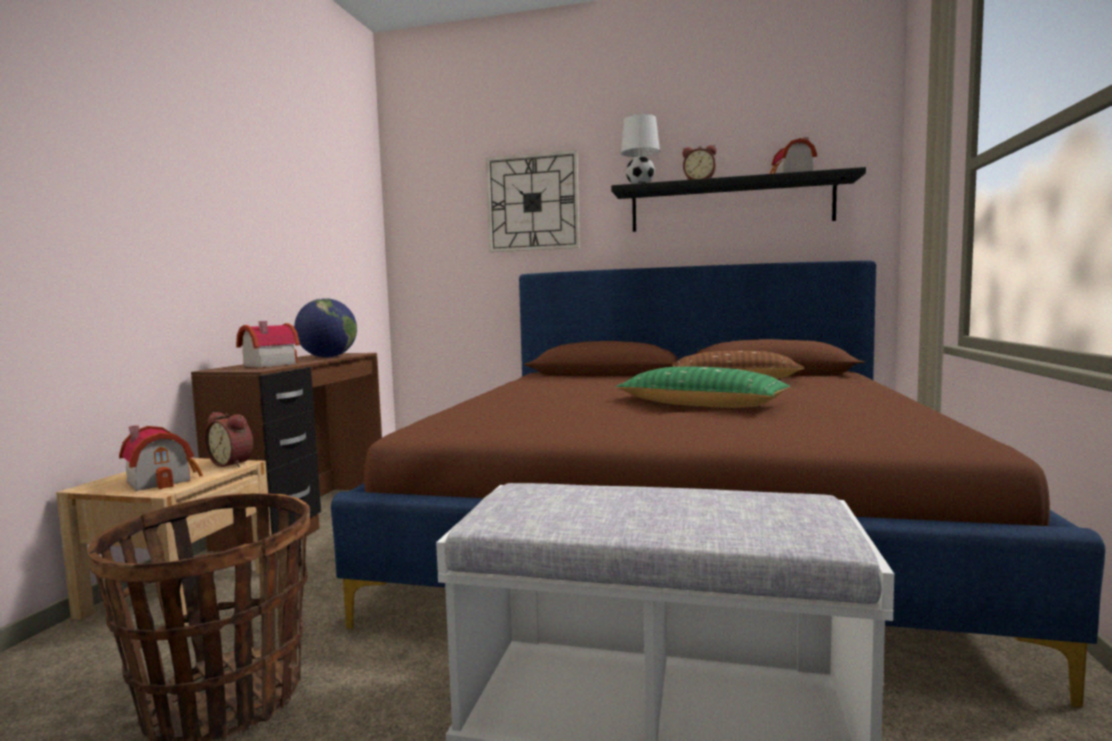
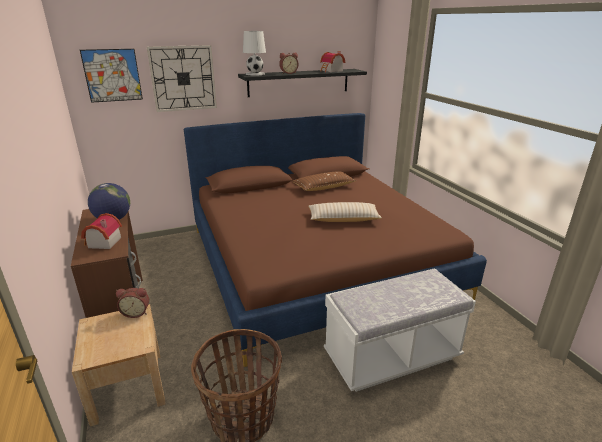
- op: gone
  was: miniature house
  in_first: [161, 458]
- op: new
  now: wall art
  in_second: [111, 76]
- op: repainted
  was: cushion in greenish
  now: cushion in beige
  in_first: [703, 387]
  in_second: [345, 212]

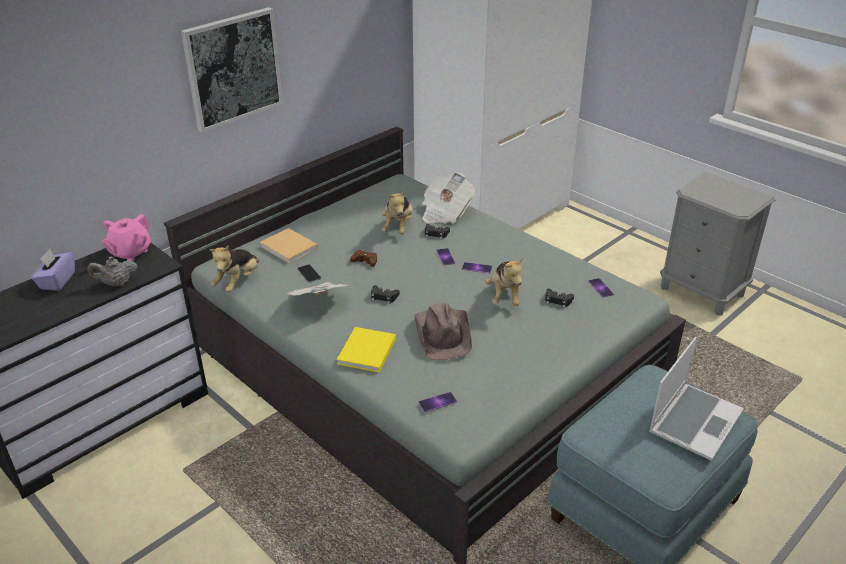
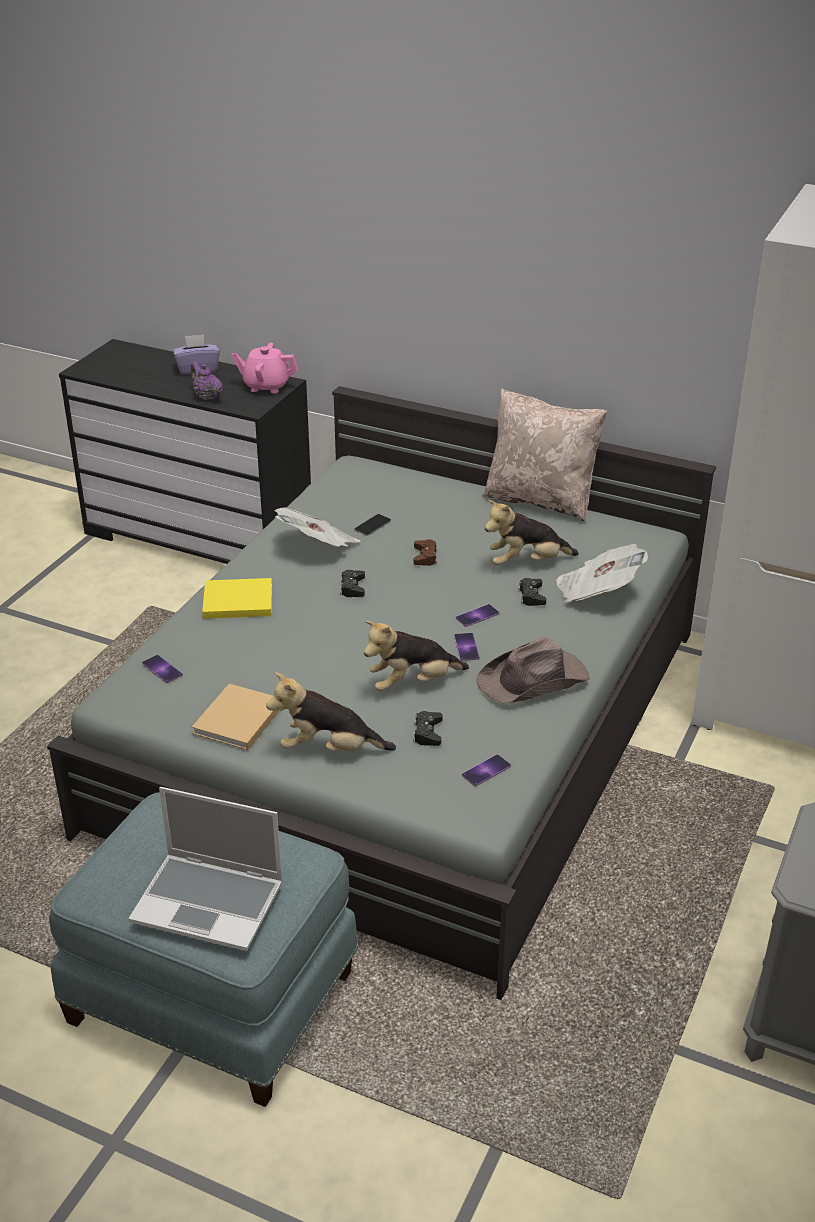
- op: gone
  was: wall art
  in_first: [232, 69]
- op: new
  now: cushion in beige
  in_second: [544, 455]
- op: shifted
  was: soft toy
  in_first: [234, 269]
  in_second: [331, 711]
- op: shifted
  was: volume in beige
  in_first: [289, 246]
  in_second: [235, 717]
- op: shifted
  was: clothing hat in brownish
  in_first: [443, 331]
  in_second: [532, 670]
- op: repainted
  was: tea pot in gray
  now: tea pot in purplish
  in_first: [112, 272]
  in_second: [207, 380]

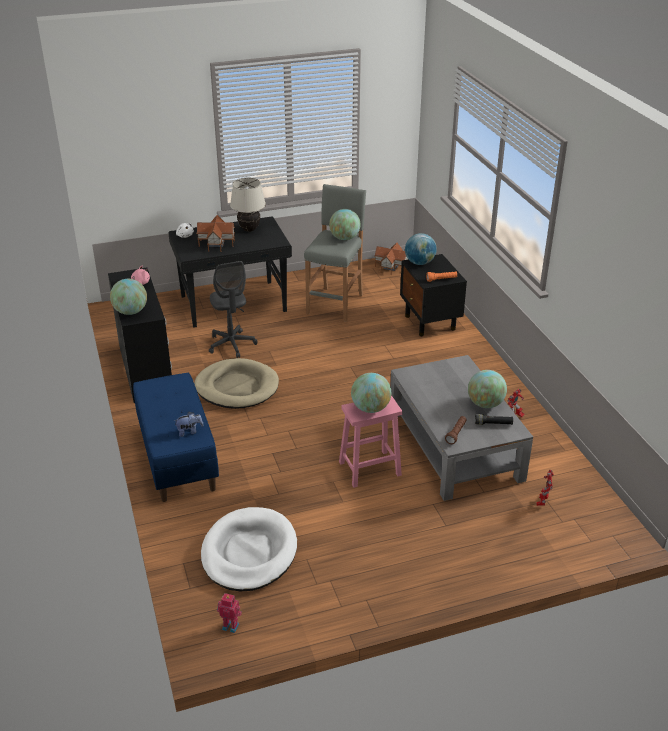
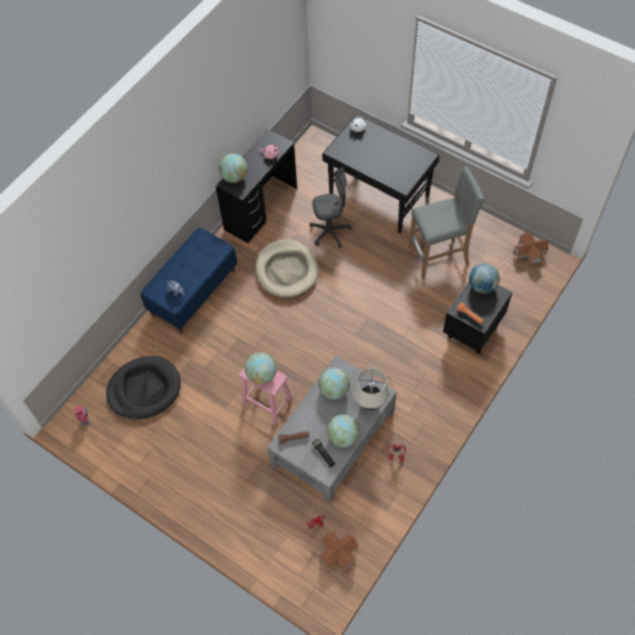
- op: shifted
  was: miniature house
  in_first: [215, 233]
  in_second: [338, 552]
- op: shifted
  was: lamp for a table in beige
  in_first: [248, 205]
  in_second: [371, 389]
- op: shifted
  was: desk globe
  in_first: [344, 224]
  in_second: [334, 384]
- op: repainted
  was: dog cushion in whitish
  now: dog cushion in black
  in_first: [249, 549]
  in_second: [143, 387]
- op: rotated
  was: computer chair in gray
  in_first: [233, 309]
  in_second: [331, 207]
  clockwise: -135

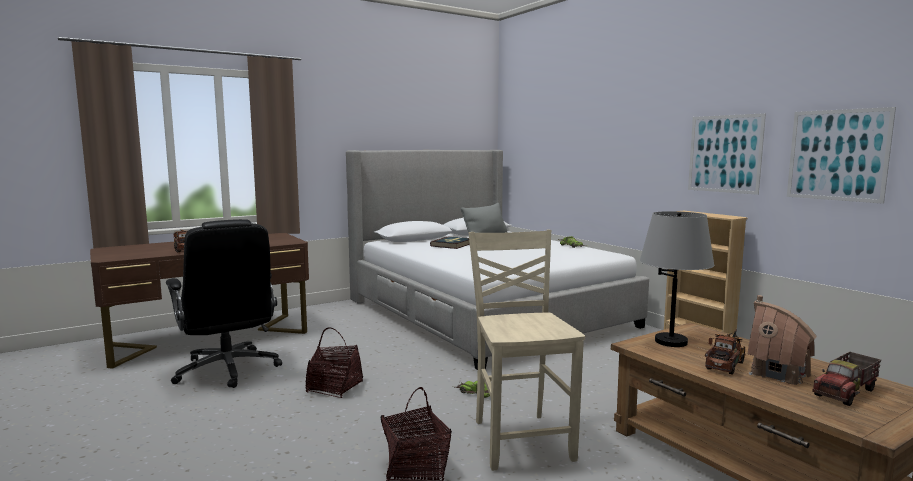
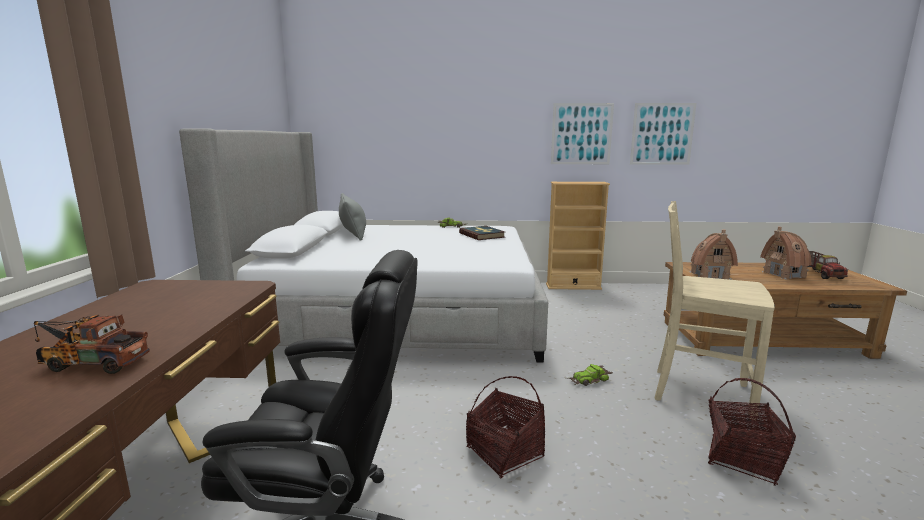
- op: gone
  was: toy lorry
  in_first: [725, 352]
- op: shifted
  was: volume
  in_first: [450, 242]
  in_second: [482, 233]
- op: swapped
  was: lamp for a table in gray
  now: miniature house
  in_first: [677, 279]
  in_second: [714, 255]

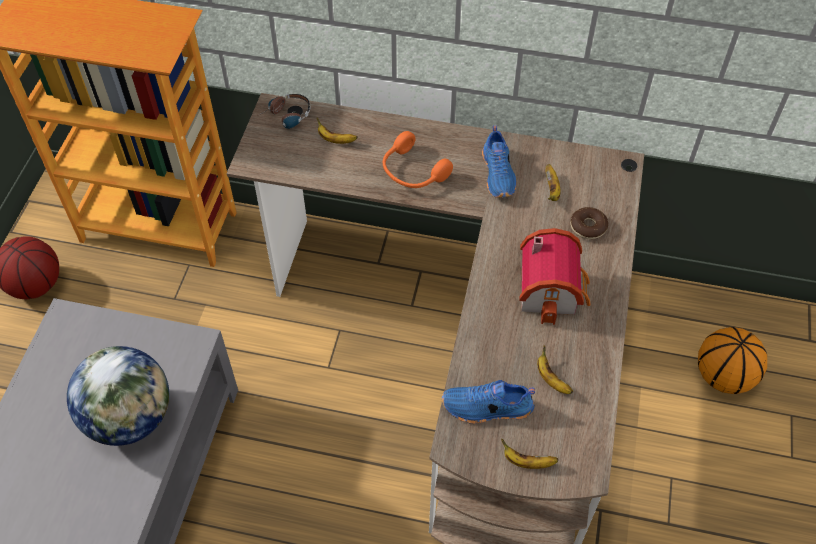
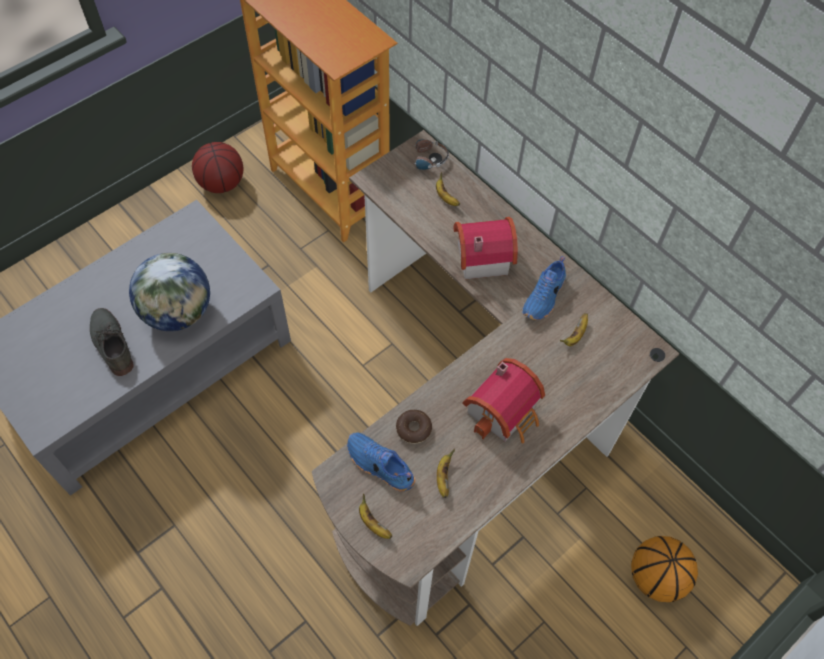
- op: new
  now: shoe in gray
  in_second: [112, 342]
- op: shifted
  was: ring doughnut
  in_first: [589, 223]
  in_second: [414, 427]
- op: swapped
  was: headphones in orange-coloured
  now: miniature house
  in_first: [418, 159]
  in_second: [485, 248]

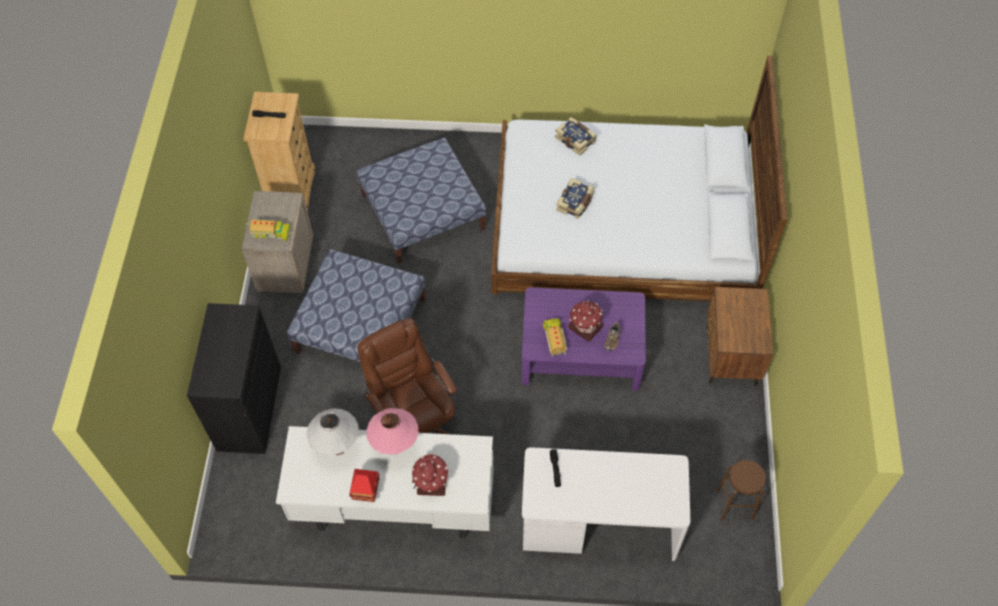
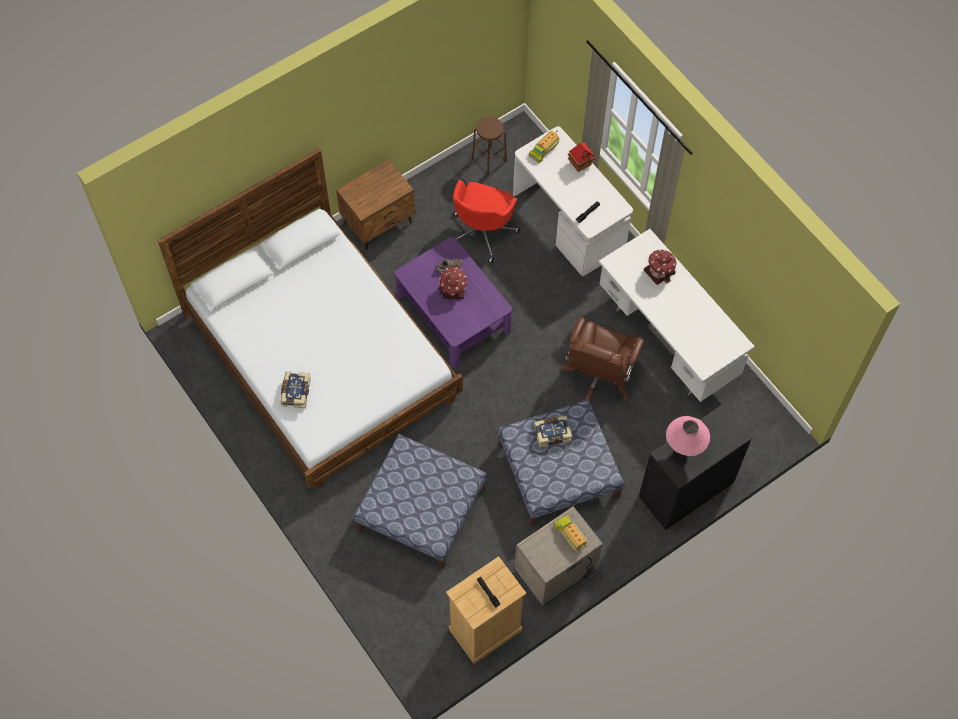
- op: gone
  was: lamp for a table in whitish
  in_first: [333, 432]
- op: new
  now: computer chair in red
  in_second: [486, 221]
- op: shifted
  was: miniature house
  in_first: [364, 485]
  in_second: [581, 157]
- op: shifted
  was: lamp for a table in pink
  in_first: [392, 431]
  in_second: [688, 436]
- op: shifted
  was: toy lorry
  in_first: [554, 337]
  in_second: [544, 146]
- op: shifted
  was: volume
  in_first: [575, 198]
  in_second: [553, 432]

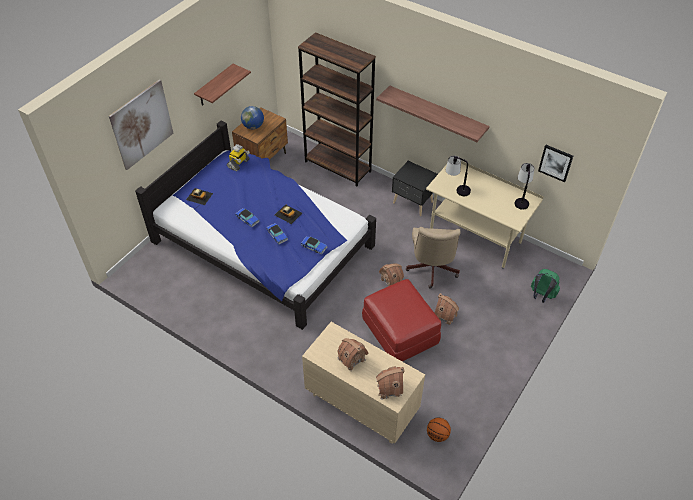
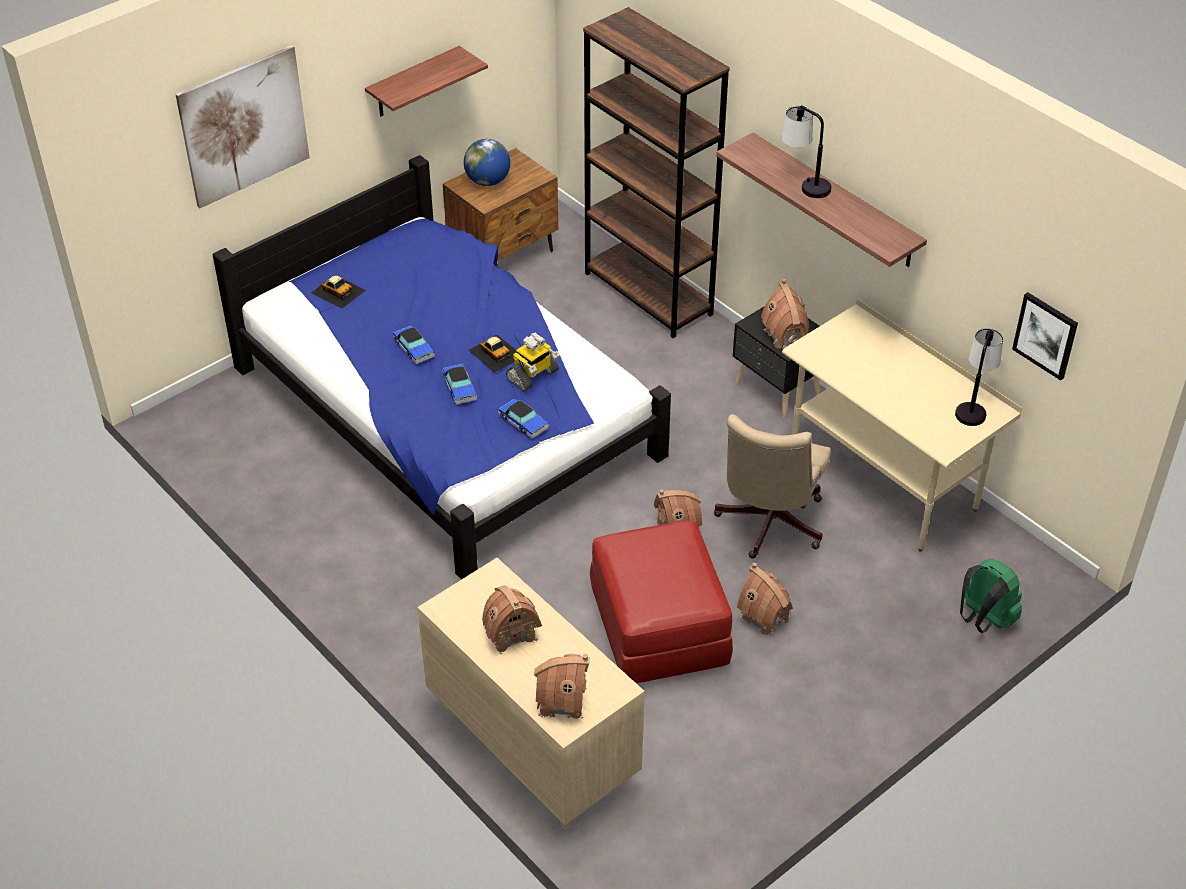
- op: gone
  was: basketball
  in_first: [439, 430]
- op: new
  now: miniature house
  in_second: [785, 314]
- op: shifted
  was: robot figure
  in_first: [238, 157]
  in_second: [533, 362]
- op: shifted
  was: lamp for a table
  in_first: [458, 176]
  in_second: [806, 151]

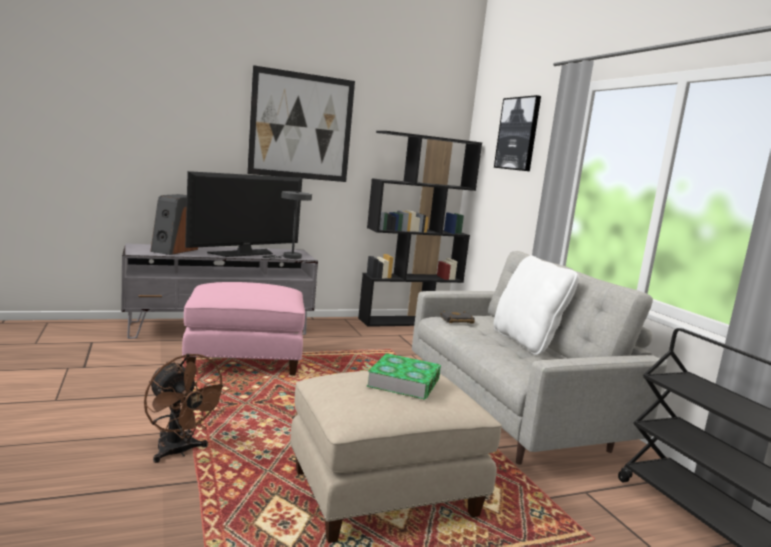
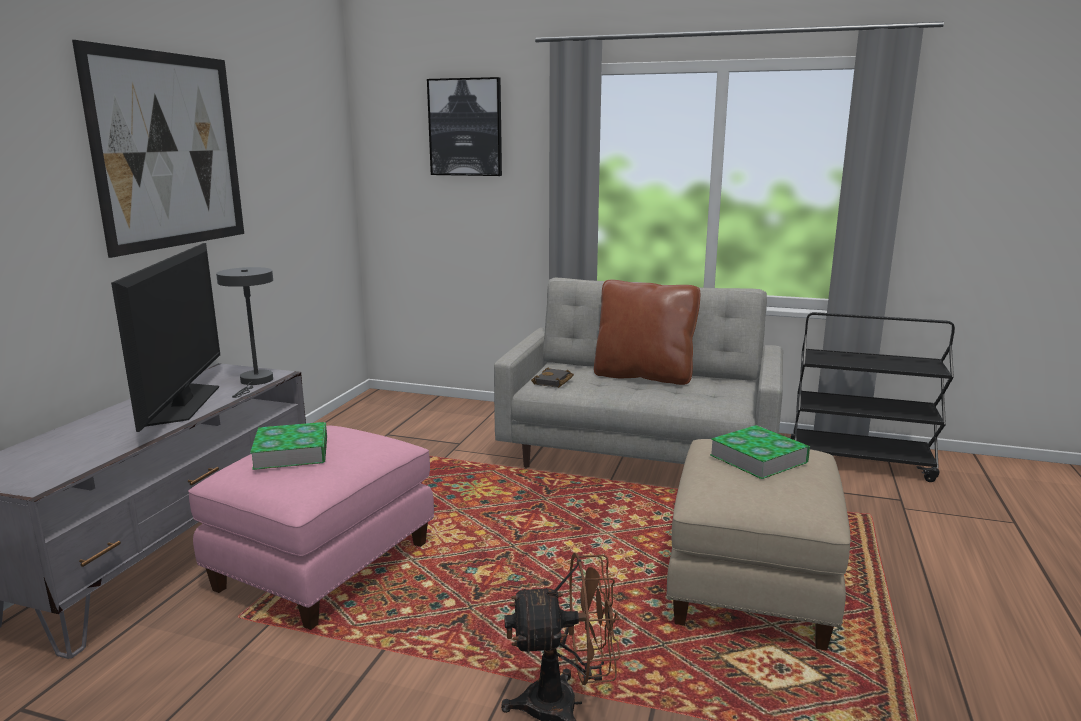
- op: gone
  was: loudspeaker
  in_first: [174, 224]
- op: gone
  was: bookcase in black
  in_first: [420, 229]
- op: new
  now: volume
  in_second: [288, 446]
- op: repainted
  was: cushion in whitish
  now: cushion in brownish
  in_first: [536, 305]
  in_second: [647, 332]

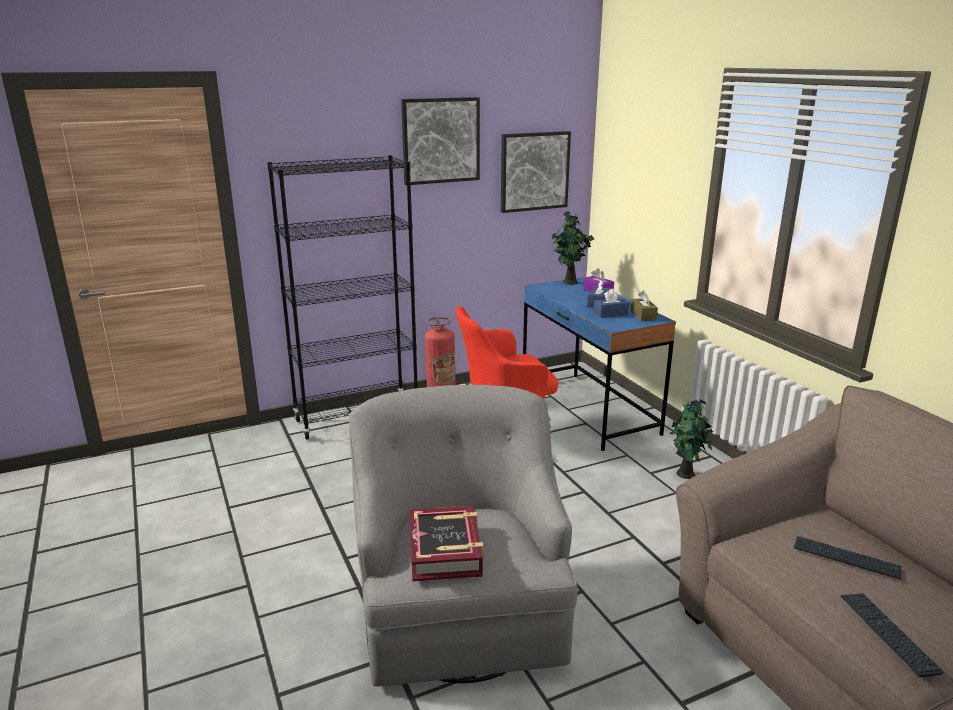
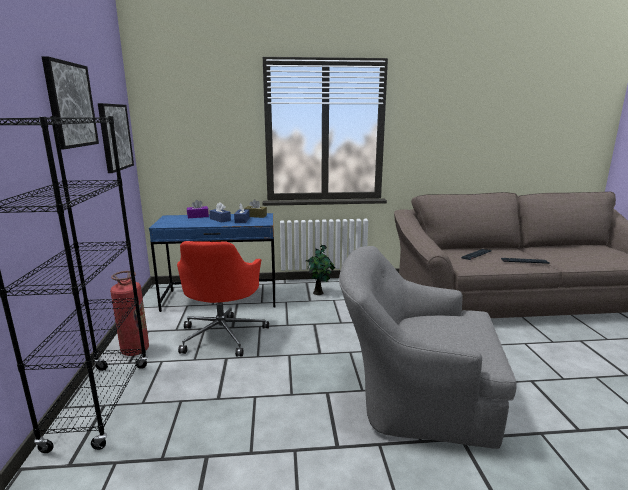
- op: gone
  was: volume
  in_first: [446, 544]
- op: gone
  was: plant in a pot
  in_first: [573, 248]

